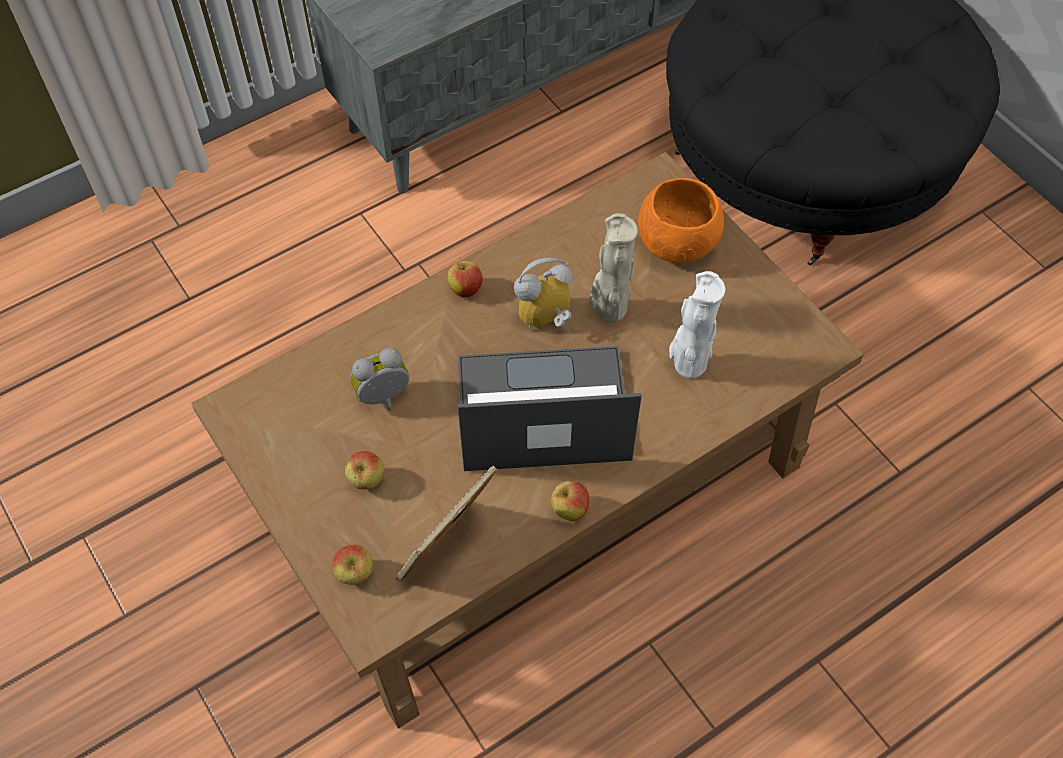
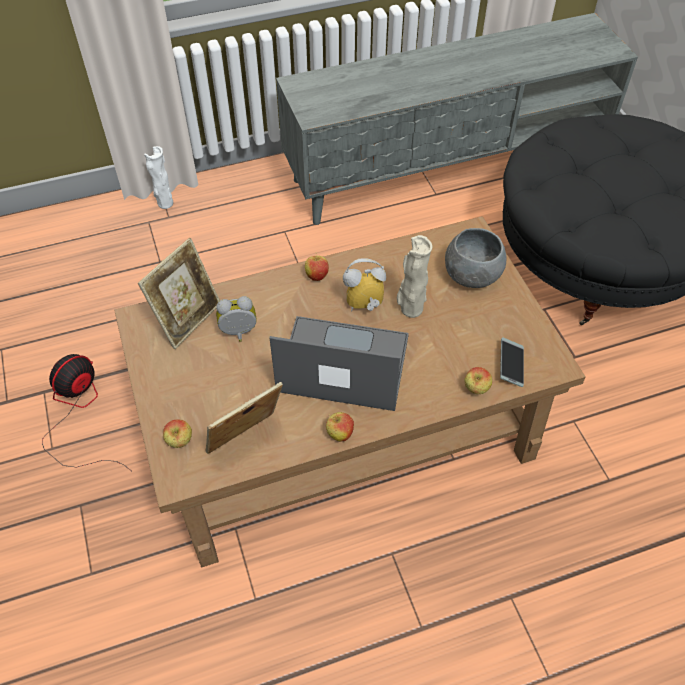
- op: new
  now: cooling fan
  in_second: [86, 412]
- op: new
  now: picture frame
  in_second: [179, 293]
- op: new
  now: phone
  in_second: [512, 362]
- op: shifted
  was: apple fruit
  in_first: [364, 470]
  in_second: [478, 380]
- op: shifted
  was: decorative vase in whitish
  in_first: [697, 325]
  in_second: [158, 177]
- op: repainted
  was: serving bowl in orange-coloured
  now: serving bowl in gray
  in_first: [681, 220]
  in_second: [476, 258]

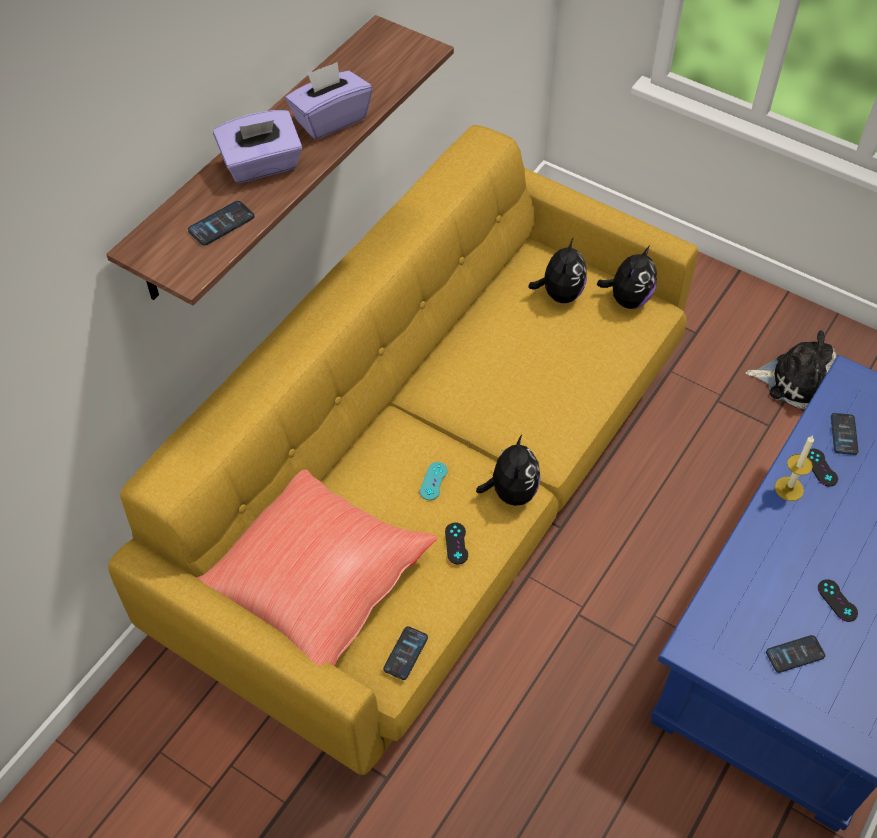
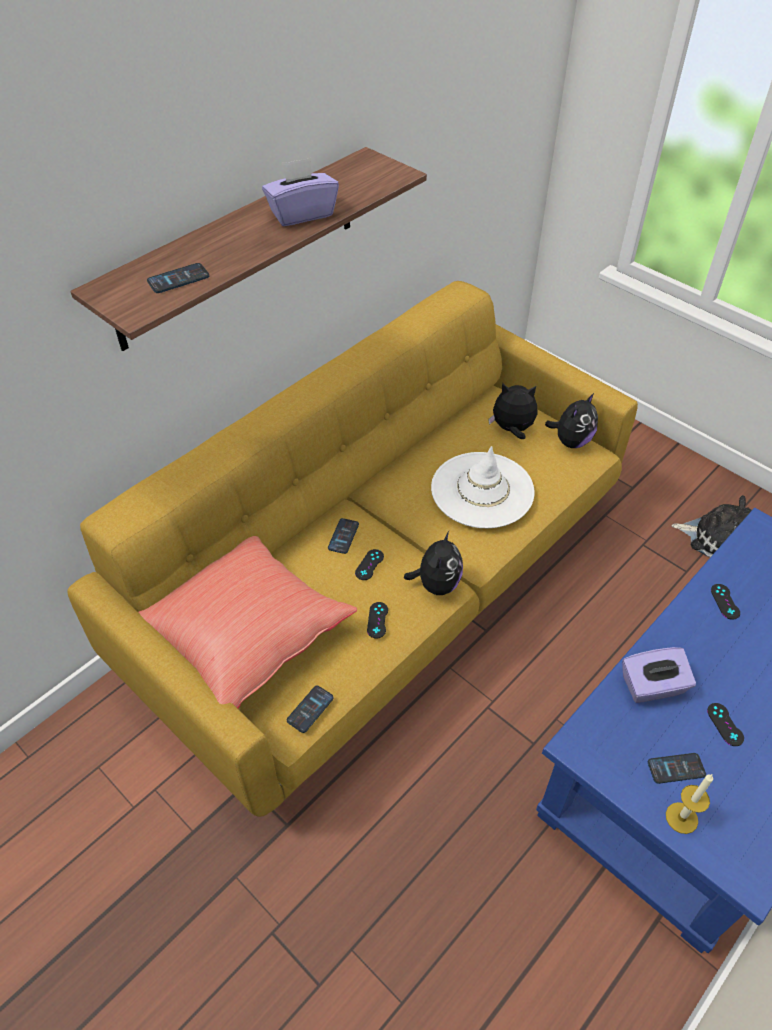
- op: new
  now: clothing hat in whitish
  in_second: [483, 487]
- op: shifted
  was: tissue box in purplish
  in_first: [257, 146]
  in_second: [659, 675]
- op: shifted
  was: candle
  in_first: [794, 468]
  in_second: [689, 804]
- op: shifted
  was: phone
  in_first: [845, 434]
  in_second: [343, 536]
- op: repainted
  was: gamepad in turquoise
  now: gamepad in black
  in_first: [434, 481]
  in_second: [369, 564]
- op: rotated
  was: soft toy
  in_first: [557, 270]
  in_second: [512, 411]
  clockwise: -105

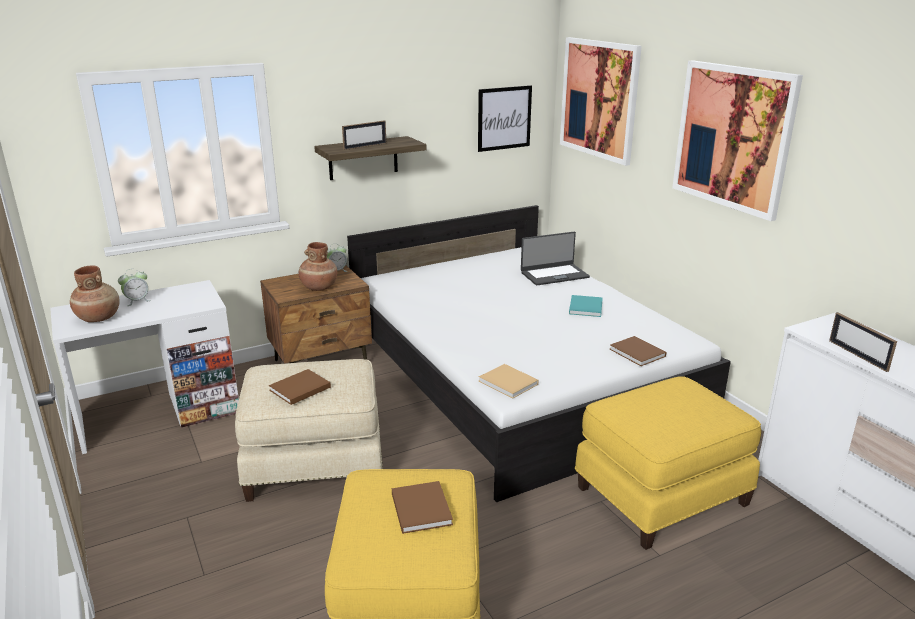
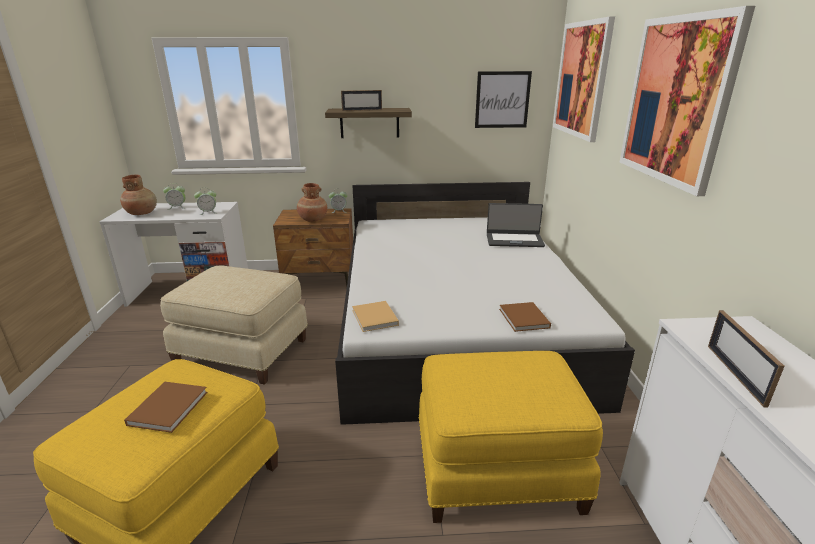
- op: gone
  was: volume in brownish
  in_first: [300, 387]
- op: gone
  was: volume in turquoise
  in_first: [586, 306]
- op: new
  now: bedside clock
  in_second: [205, 201]

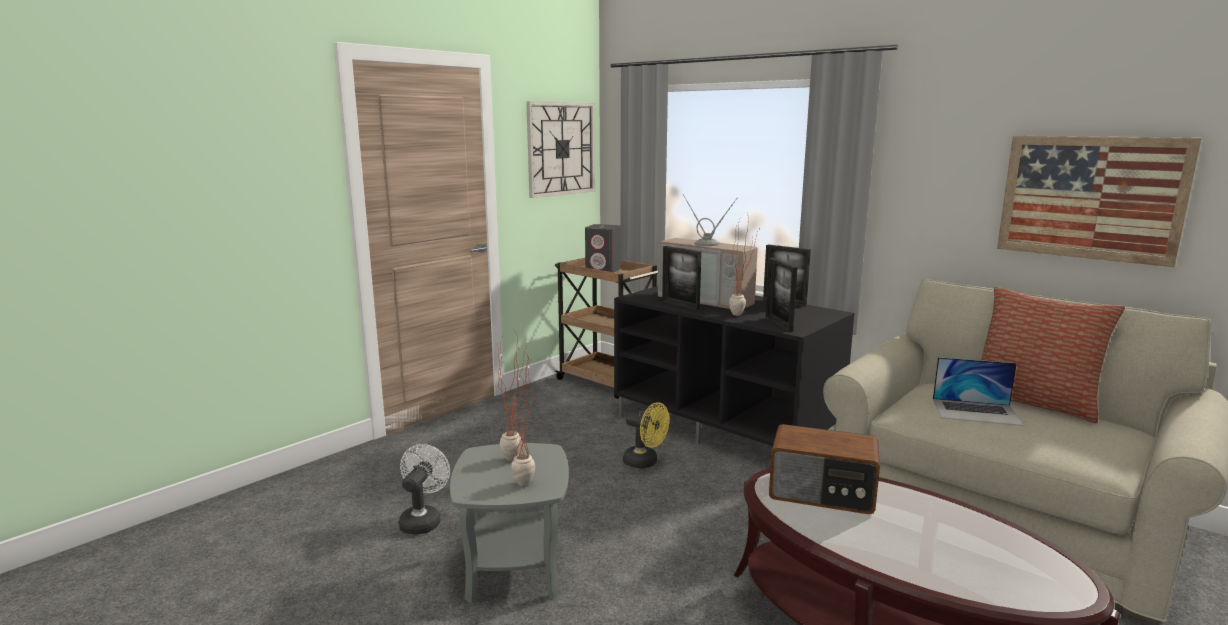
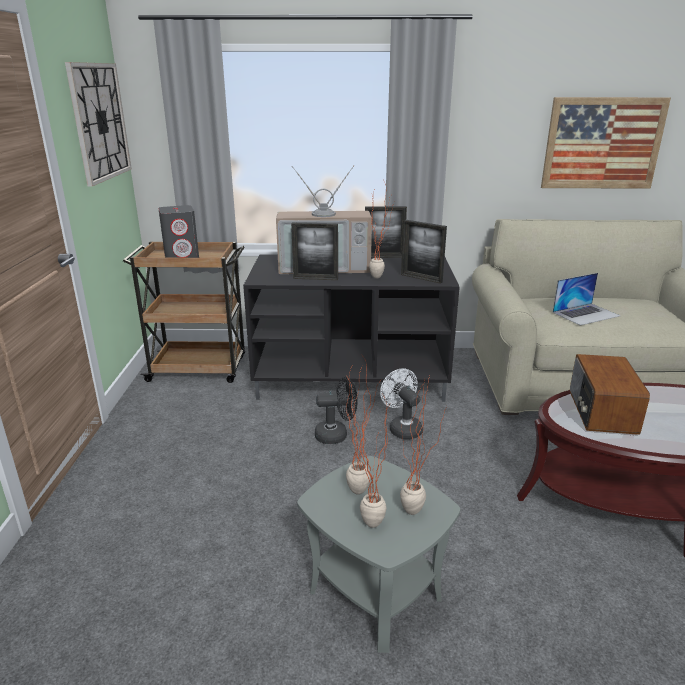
- op: gone
  was: cushion
  in_first: [1053, 355]
- op: new
  now: plant in a pot
  in_second: [369, 457]
- op: shifted
  was: cooling fan in whitish
  in_first: [424, 489]
  in_second: [401, 403]
- op: repainted
  was: cooling fan in yellowish
  now: cooling fan in black
  in_first: [646, 435]
  in_second: [336, 410]
- op: rotated
  was: radio receiver
  in_first: [824, 469]
  in_second: [610, 394]
  clockwise: 120

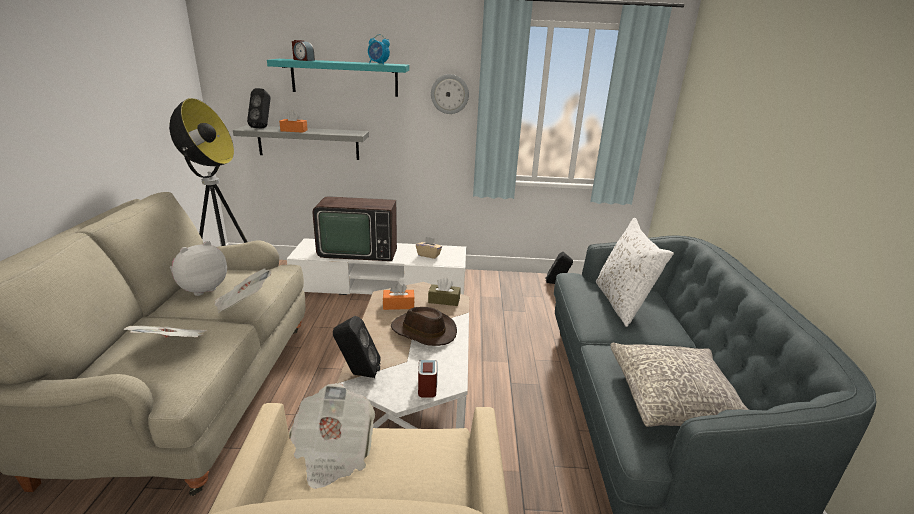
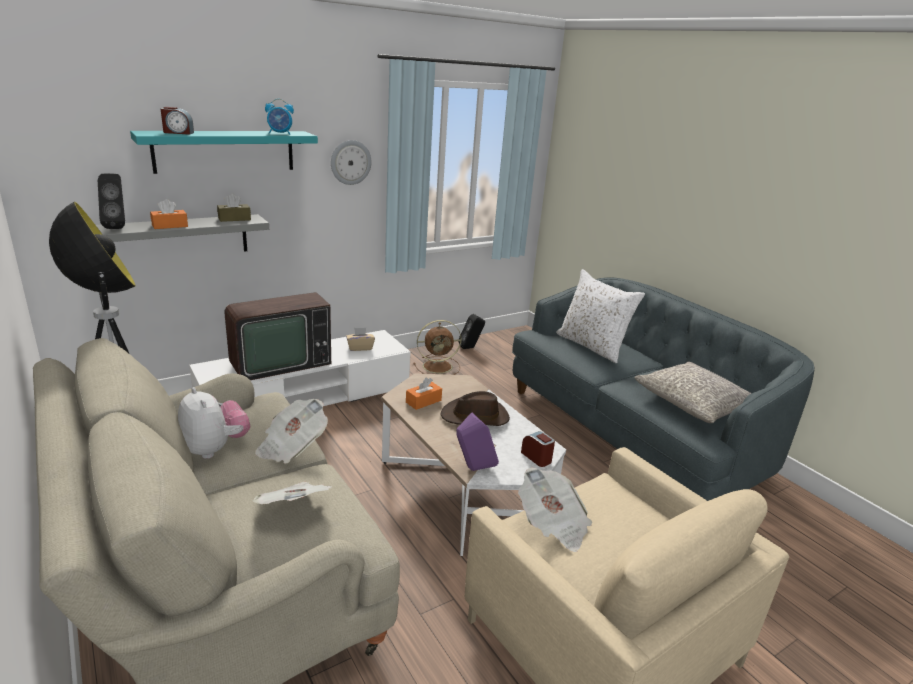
- op: new
  now: cooling fan in brownish
  in_second: [437, 347]
- op: shifted
  was: tissue box in brownish
  in_first: [444, 292]
  in_second: [234, 208]
- op: repainted
  was: loudspeaker in black
  now: loudspeaker in purplish
  in_first: [357, 347]
  in_second: [477, 441]
- op: rotated
  was: soft toy
  in_first: [198, 268]
  in_second: [214, 423]
  clockwise: 135

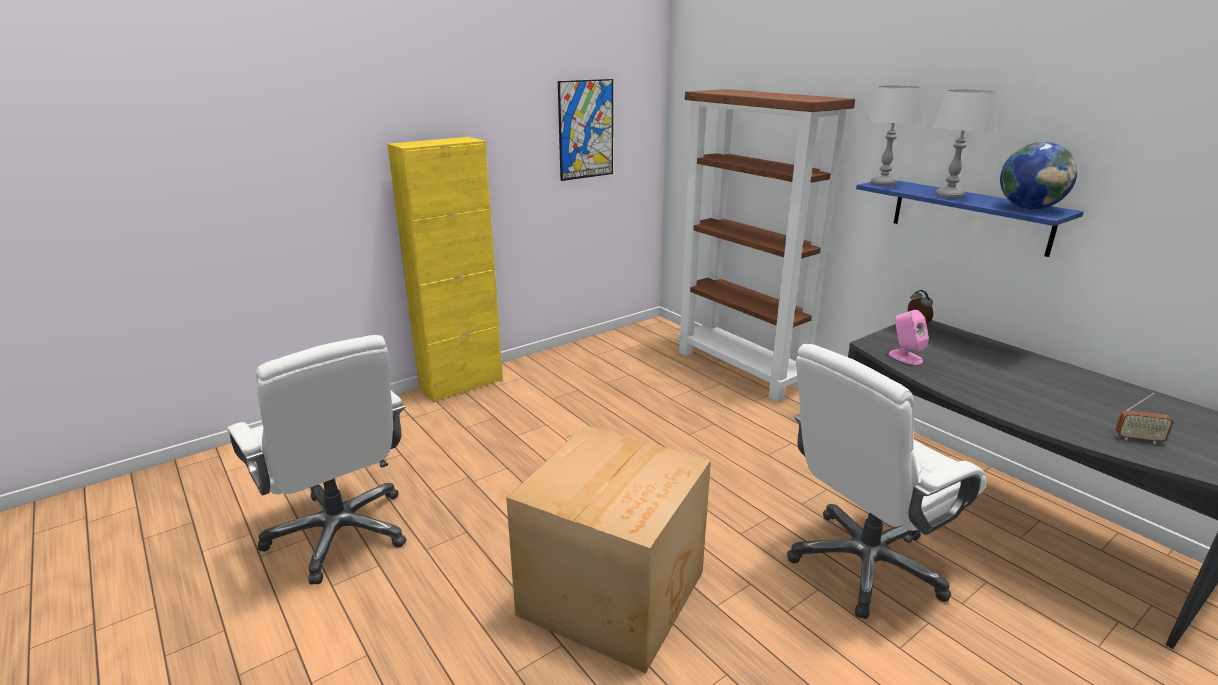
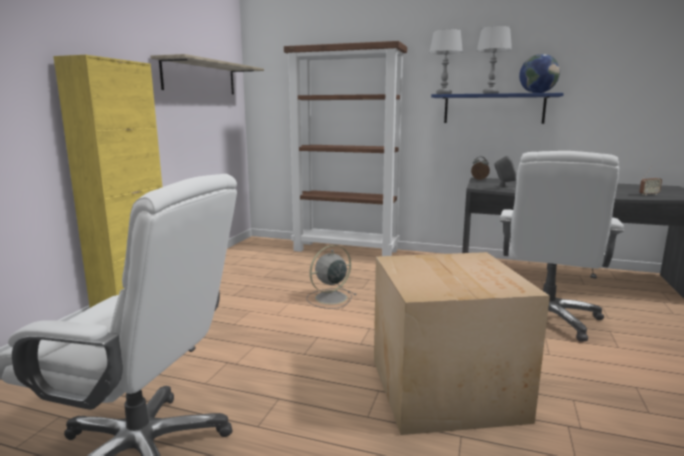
- op: new
  now: cooling fan in gray
  in_second: [331, 277]
- op: swapped
  was: wall art
  now: bracket shelf
  in_first: [585, 130]
  in_second: [207, 74]
- op: repainted
  was: loudspeaker in pink
  now: loudspeaker in gray
  in_first: [909, 337]
  in_second: [505, 173]

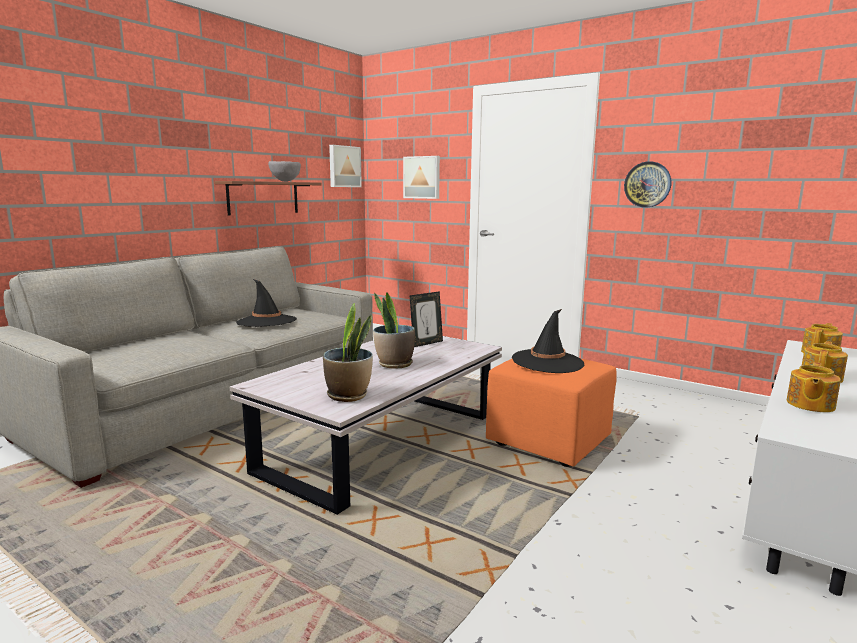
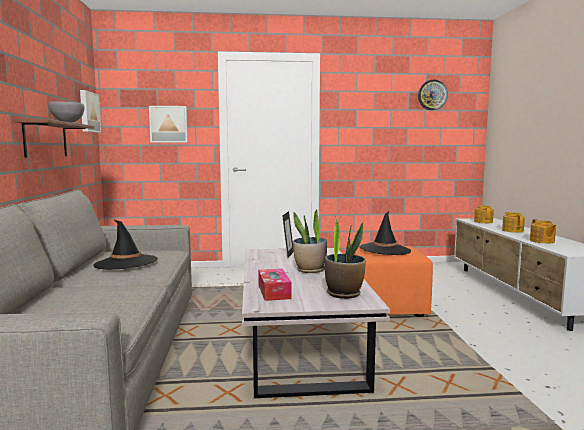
- op: new
  now: tissue box
  in_second: [275, 285]
- op: shifted
  was: hanging clock
  in_first: [647, 184]
  in_second: [433, 95]

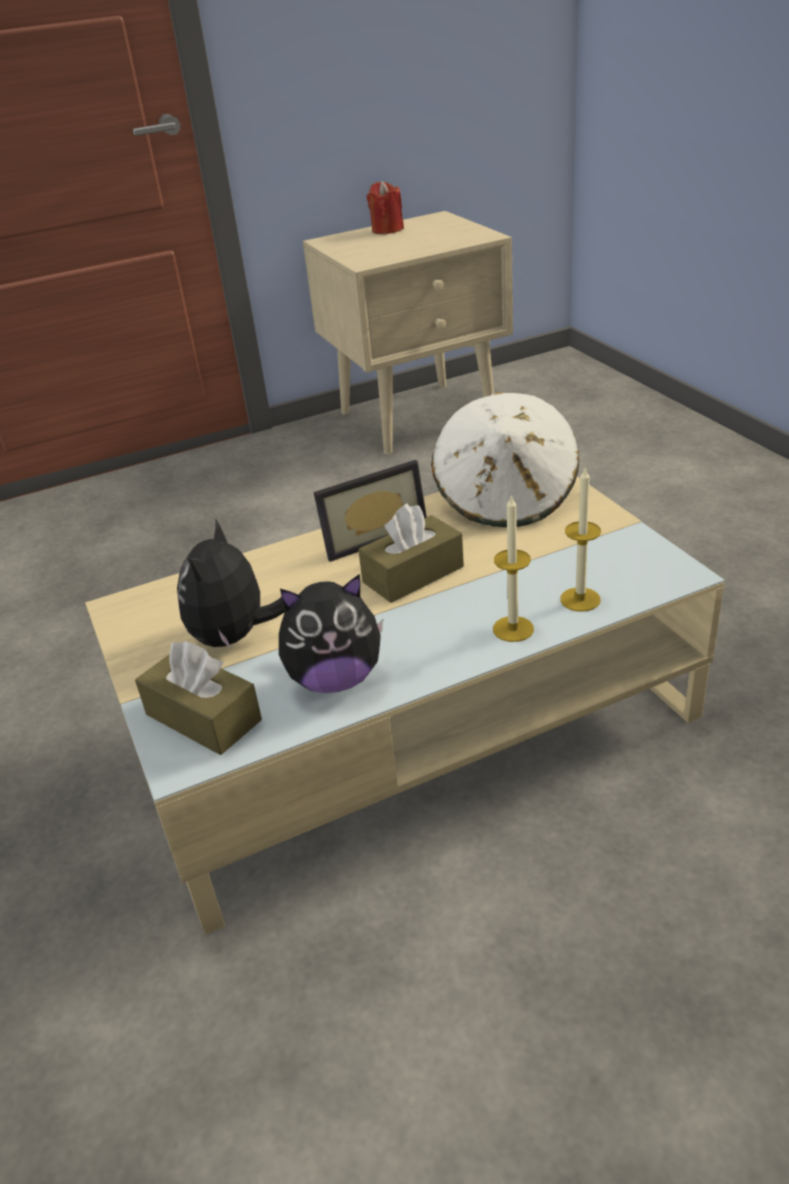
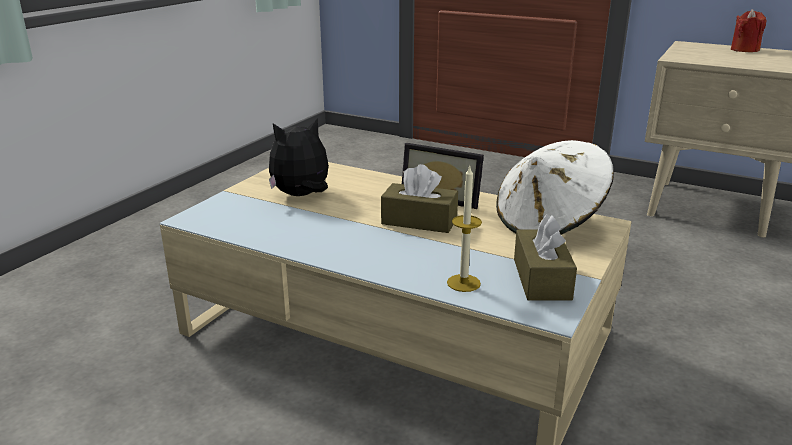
- op: gone
  was: soft toy
  in_first: [331, 633]
- op: gone
  was: candle
  in_first: [513, 568]
- op: shifted
  was: tissue box in brownish
  in_first: [198, 698]
  in_second: [545, 257]

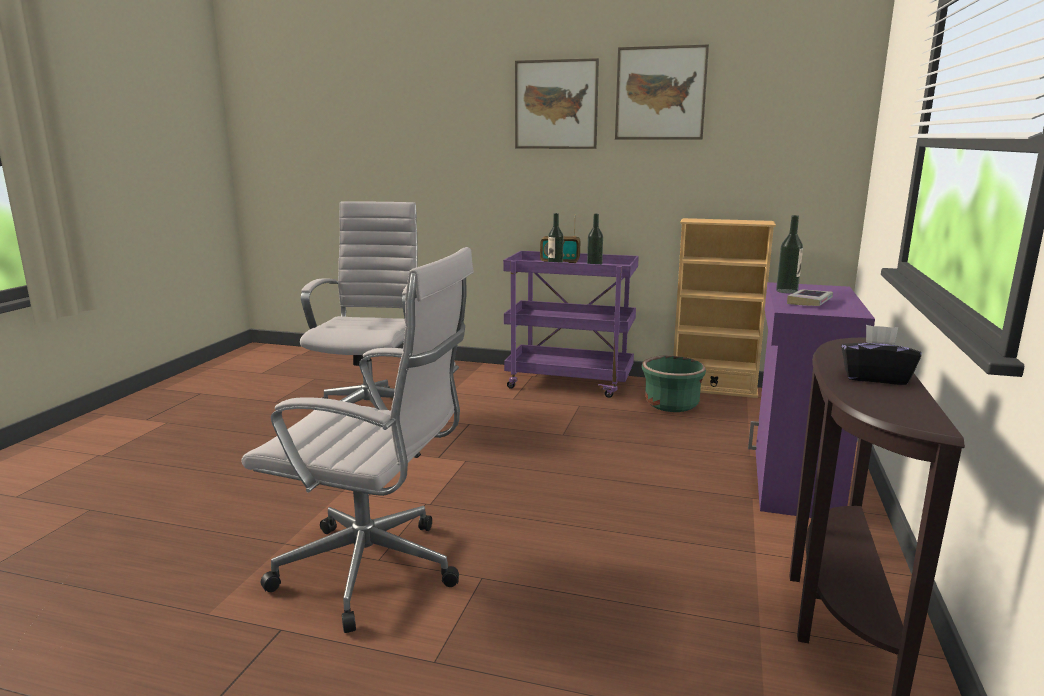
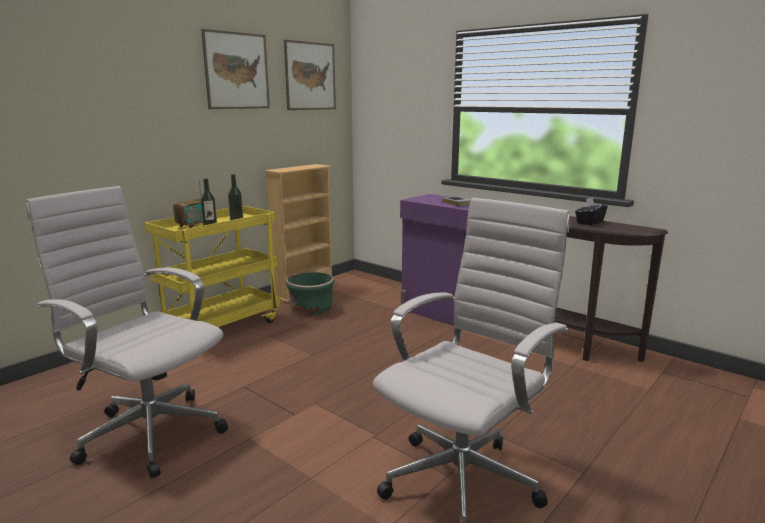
- op: gone
  was: beverage bottle
  in_first: [789, 254]
- op: shifted
  was: wall art
  in_first: [557, 103]
  in_second: [310, 75]
- op: repainted
  was: trolley in purplish
  now: trolley in yellowish
  in_first: [571, 324]
  in_second: [212, 266]

